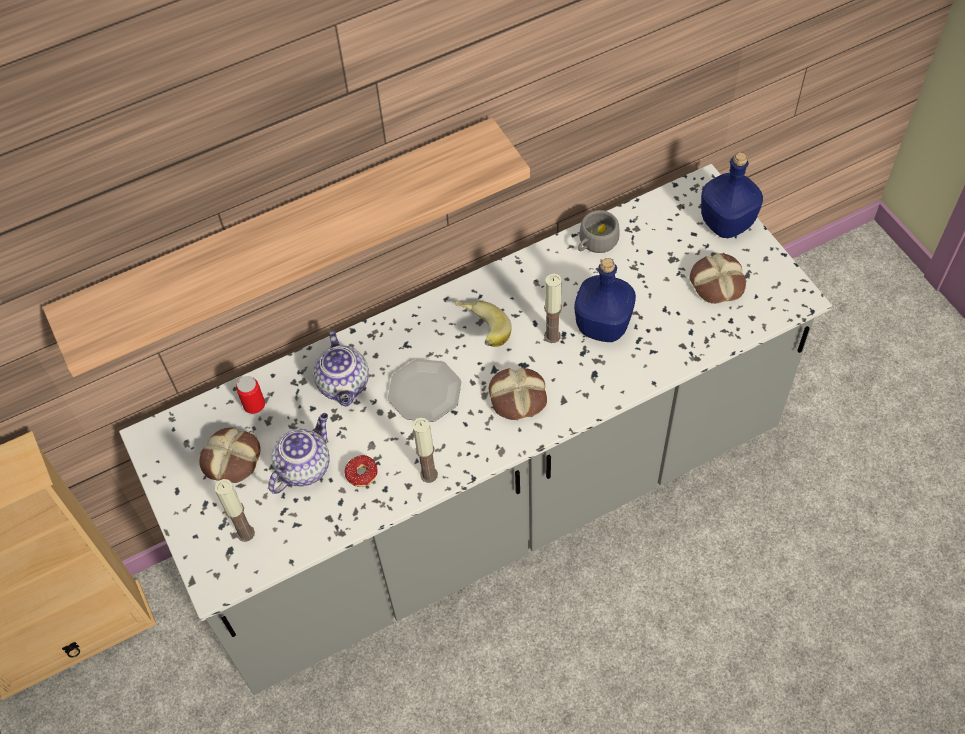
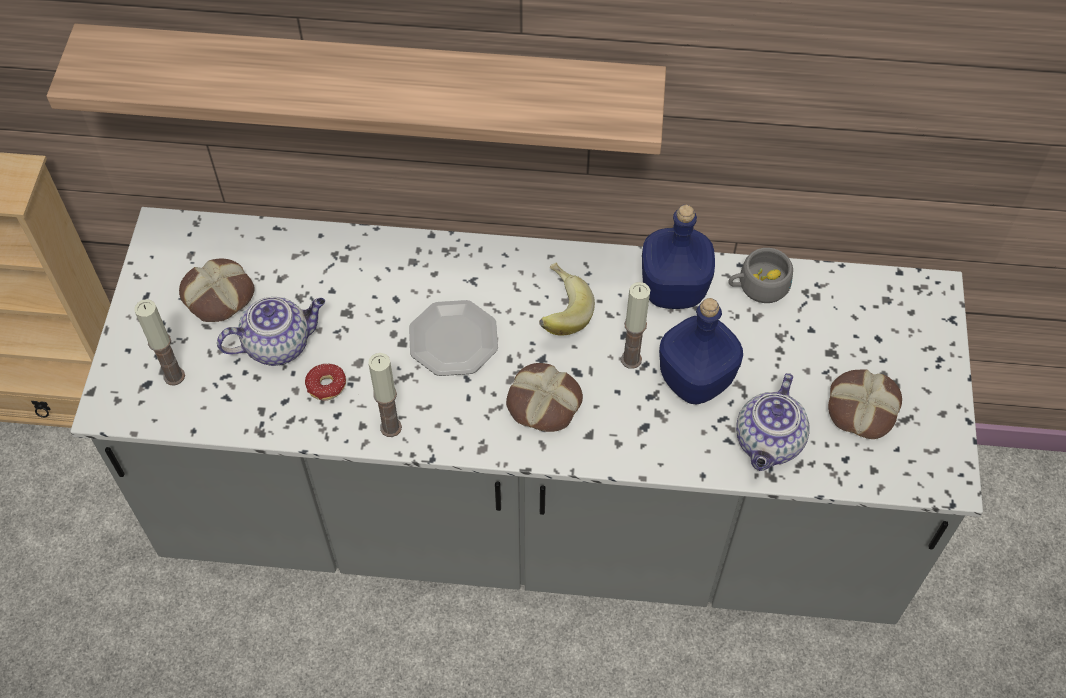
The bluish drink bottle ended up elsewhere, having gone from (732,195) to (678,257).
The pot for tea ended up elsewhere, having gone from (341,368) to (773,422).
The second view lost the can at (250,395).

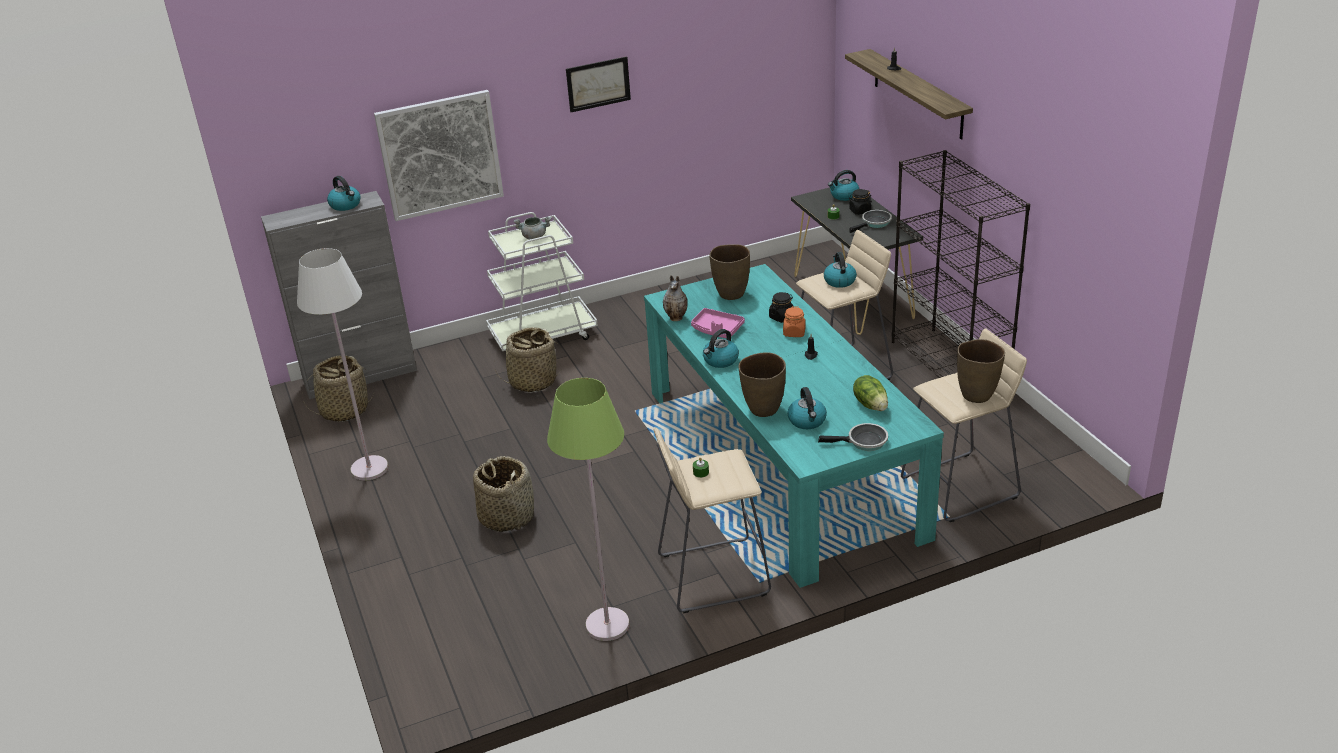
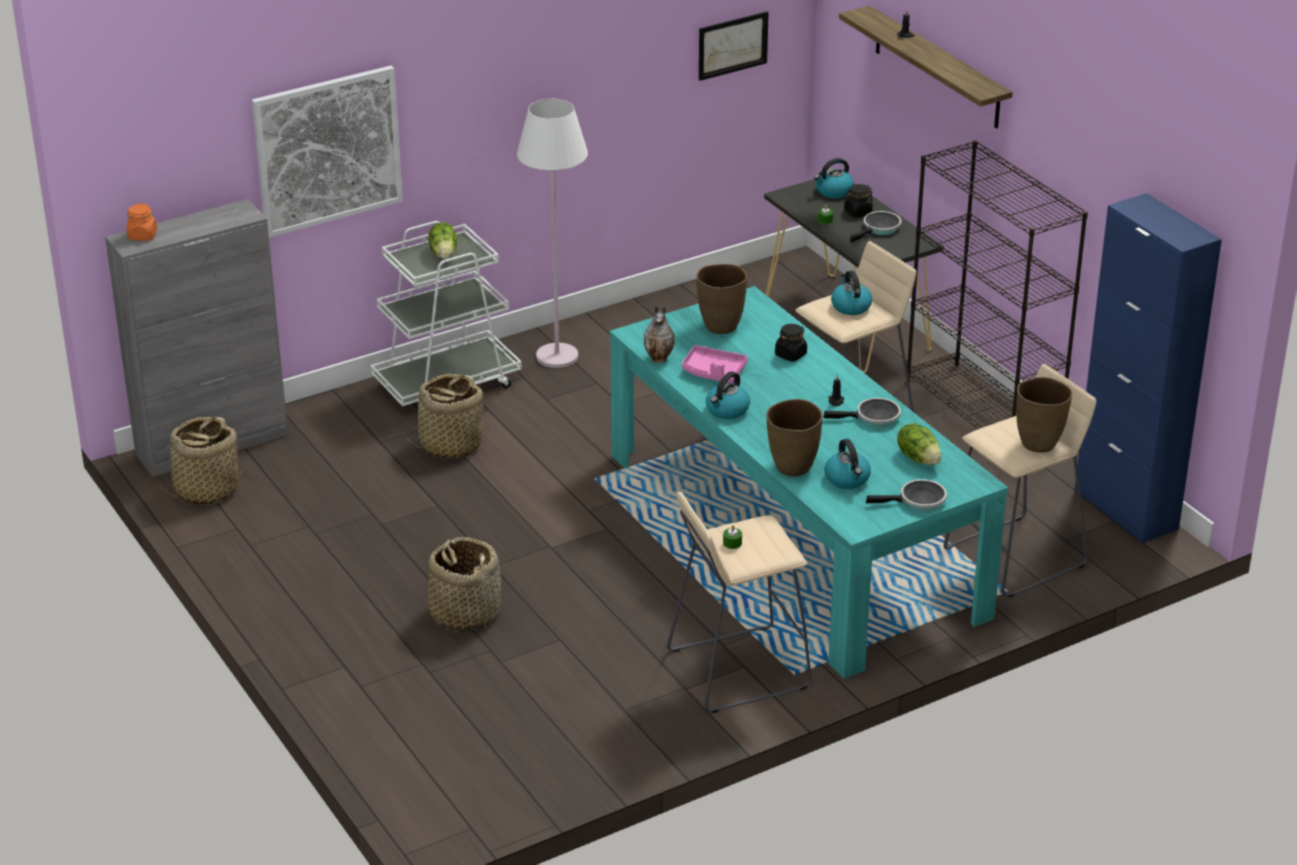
The wall picture ended up elsewhere, having gone from (598,84) to (734,46).
The second view lost the kettle at (344,193).
Where the grey saucepot stood at (532,227), the lettuce came to stand at (442,240).
The white standard lamp ended up elsewhere, having gone from (342,364) to (552,233).
The orangey storage jar ended up elsewhere, having gone from (794,321) to (142,222).
The second view lost the green-coloured standard lamp at (588,509).
The second view gained the bluish cabinet at (1148,368).
The second view gained the frying pan at (862,412).

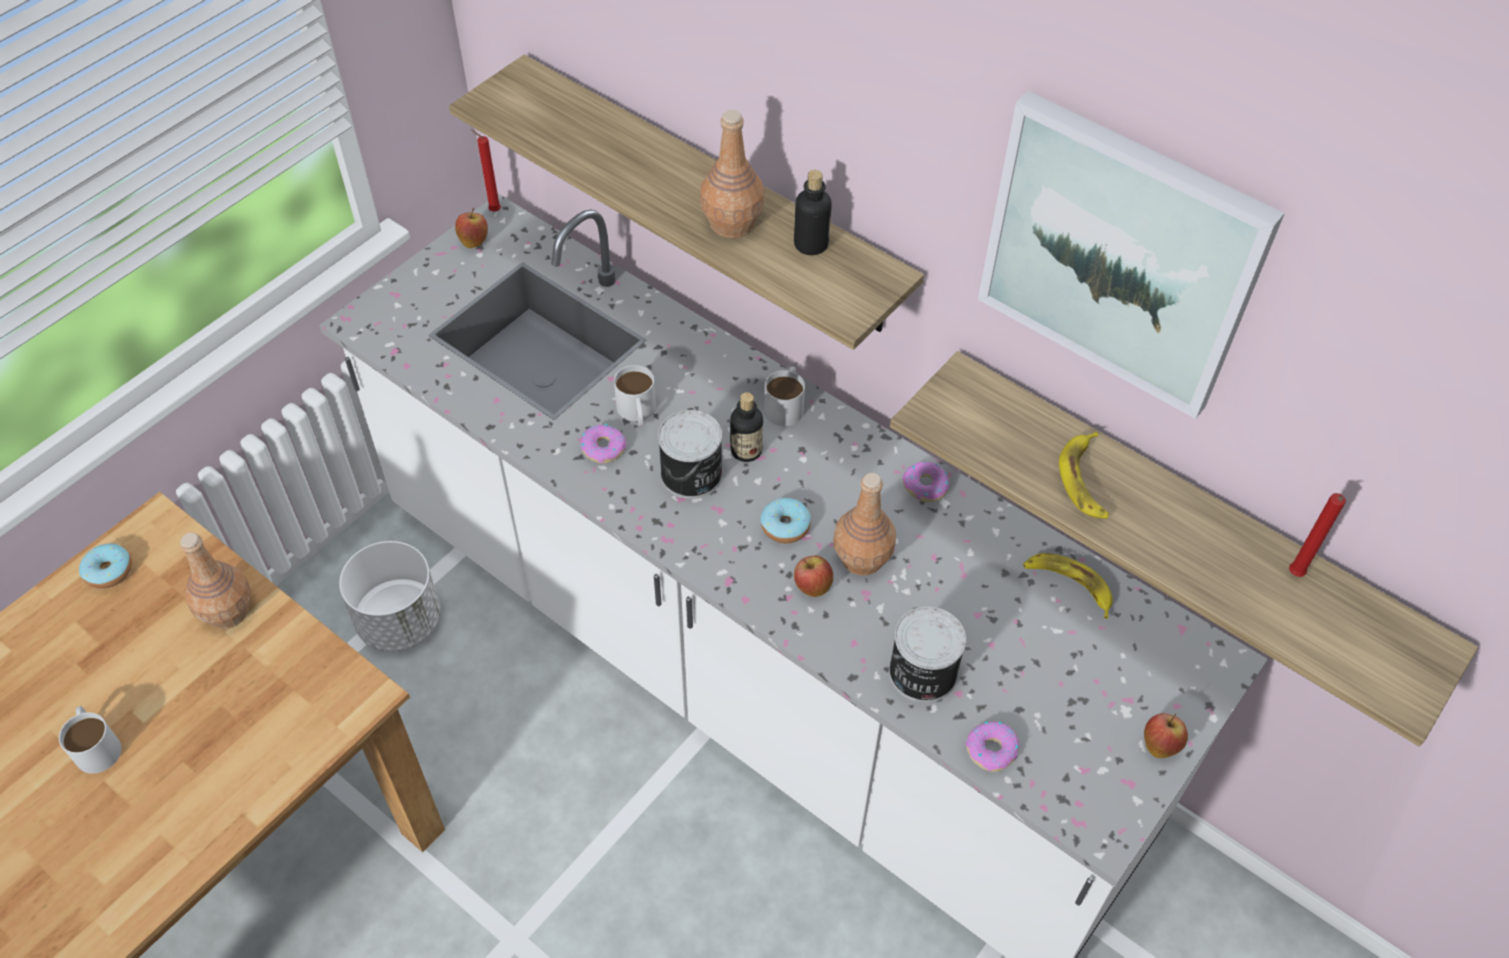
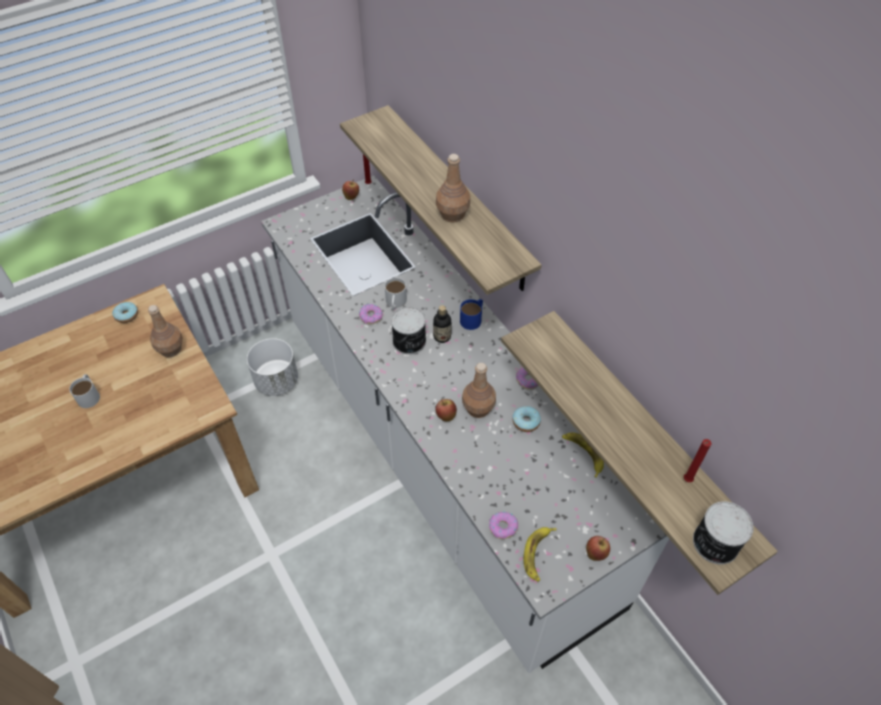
The second view lost the wall picture at (1131,255).
The second view lost the drink bottle at (813,212).
What was the white mug at (784,396) turned into the bluish mug at (471,314).
The whole banana ended up elsewhere, having gone from (1084,475) to (540,554).
The donut ended up elsewhere, having gone from (785,520) to (527,419).
The can ended up elsewhere, having gone from (927,655) to (723,532).

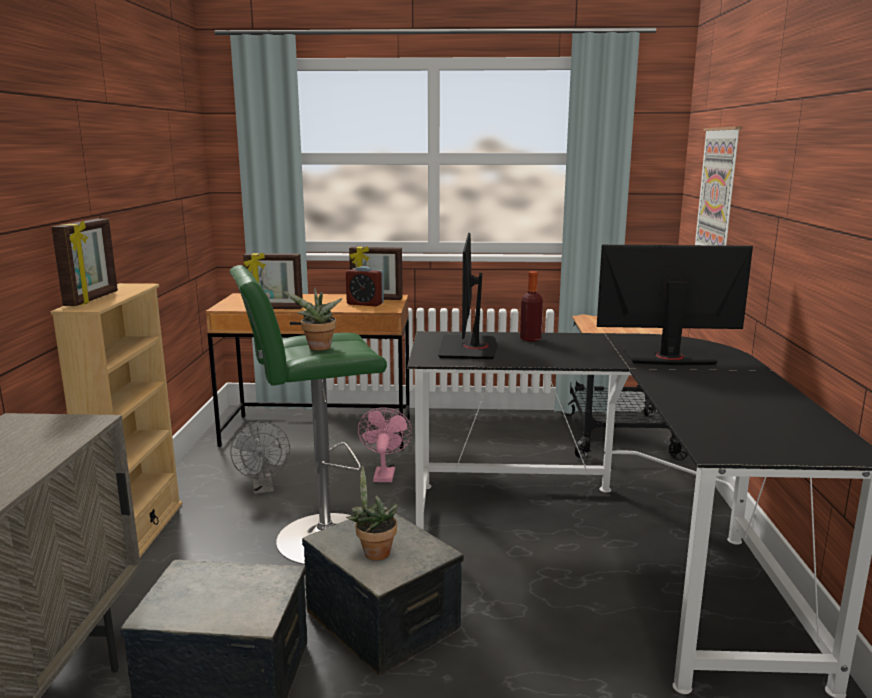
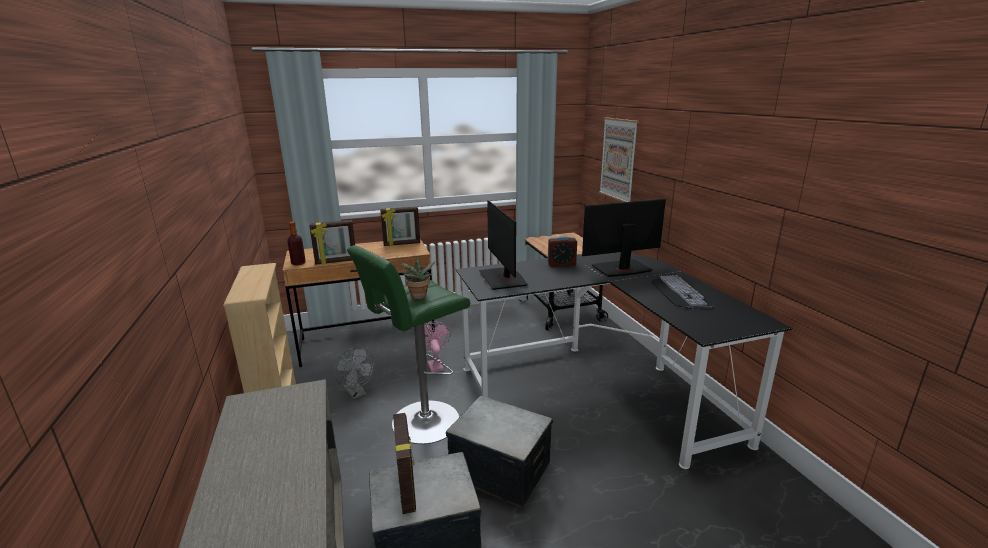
The photo frame ended up elsewhere, having gone from (84,262) to (404,463).
The alarm clock ended up elsewhere, having gone from (365,286) to (562,251).
The drink bottle ended up elsewhere, having gone from (531,306) to (296,244).
The second view lost the houseplant at (372,513).
The second view gained the keyboard at (682,292).

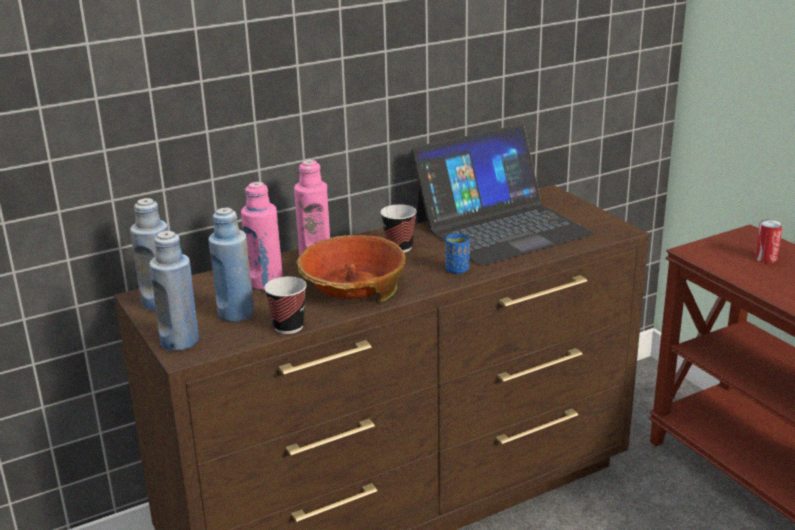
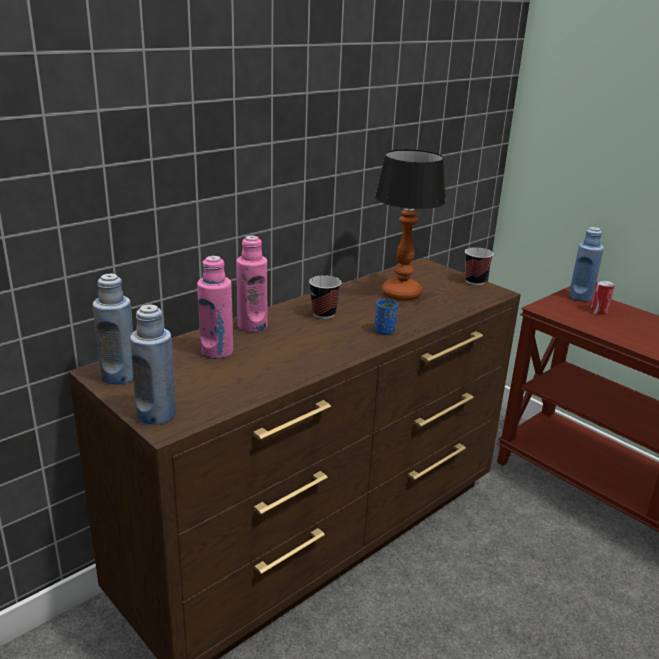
Where the laptop stood at (502,195), the tabletop lamp came to stand at (410,225).
The bluish drink bottle ended up elsewhere, having gone from (231,265) to (586,264).
The second view lost the deep dish at (351,268).
The drinking cup ended up elsewhere, having gone from (285,305) to (479,266).

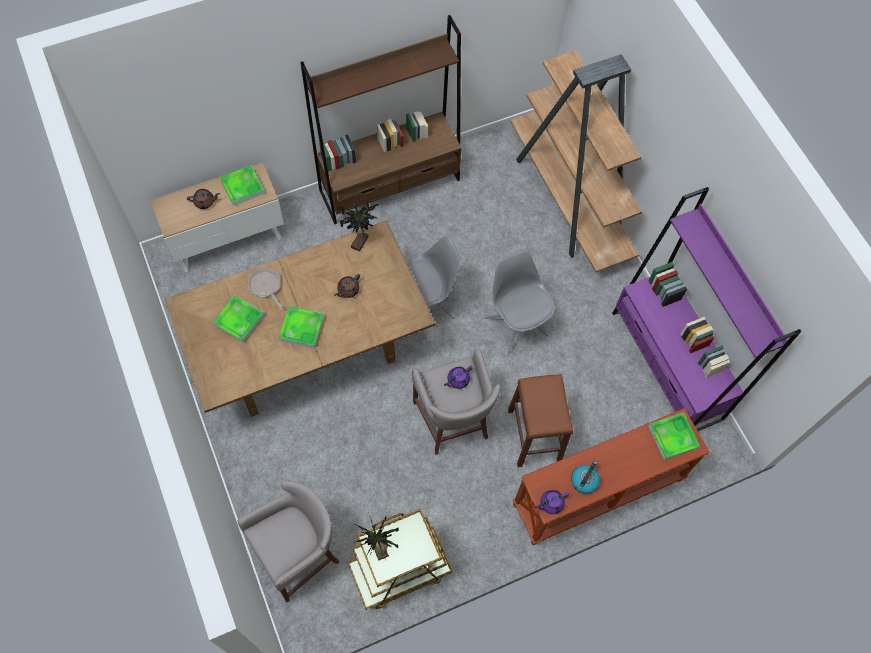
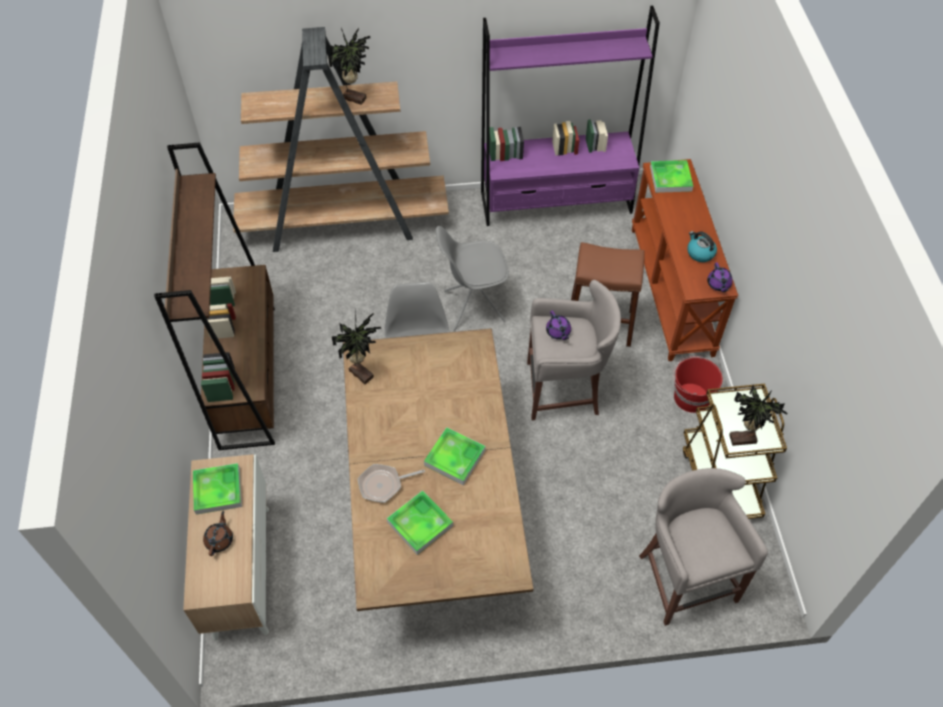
The second view lost the brownish pot for tea at (347,286).
The second view gained the houseplant at (349,66).
The second view gained the red-coloured pail at (697,384).

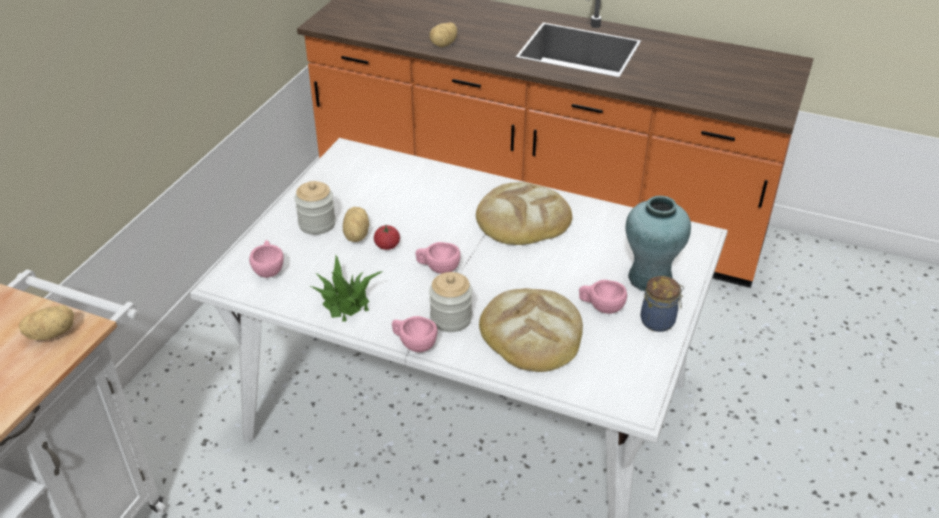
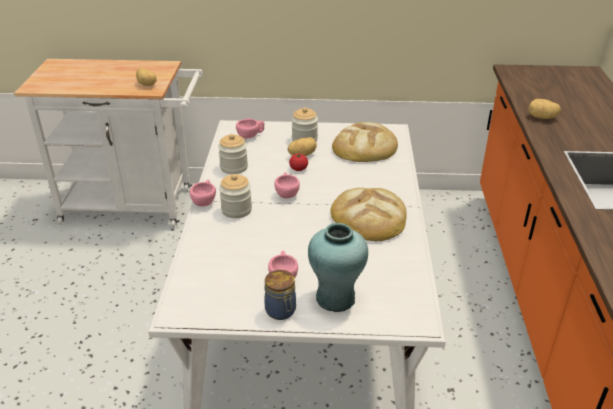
Where the houseplant stood at (346,289), the storage jar came to stand at (233,154).
The bakery bread ended up elsewhere, having gone from (531,330) to (365,142).

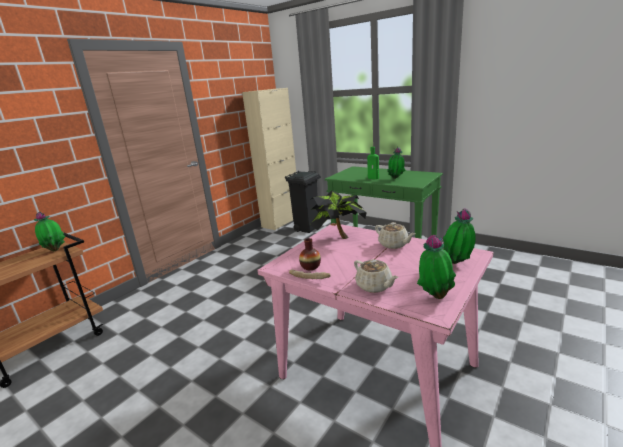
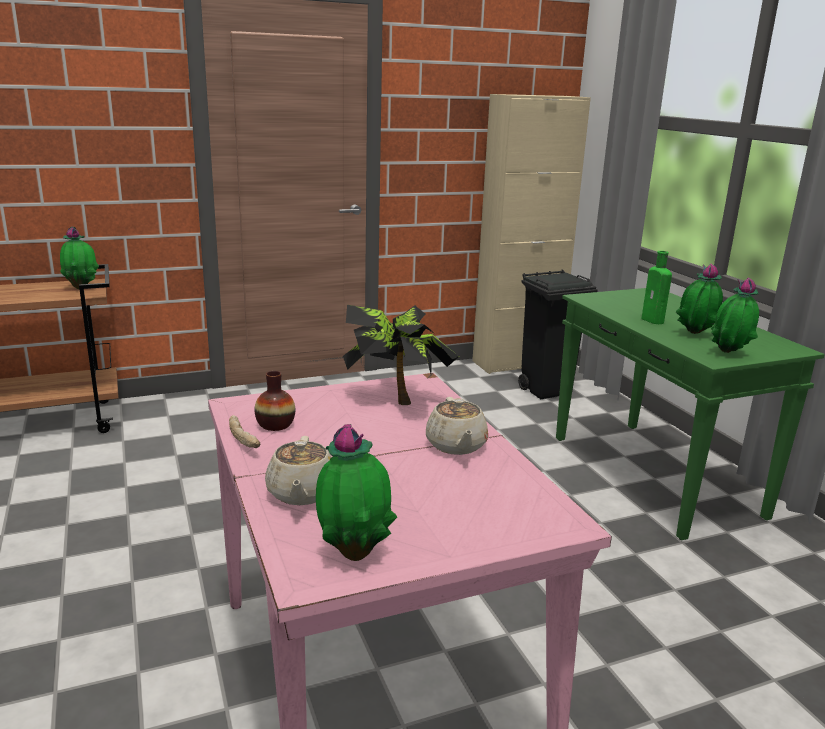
The houseplant ended up elsewhere, having gone from (459,236) to (735,315).

